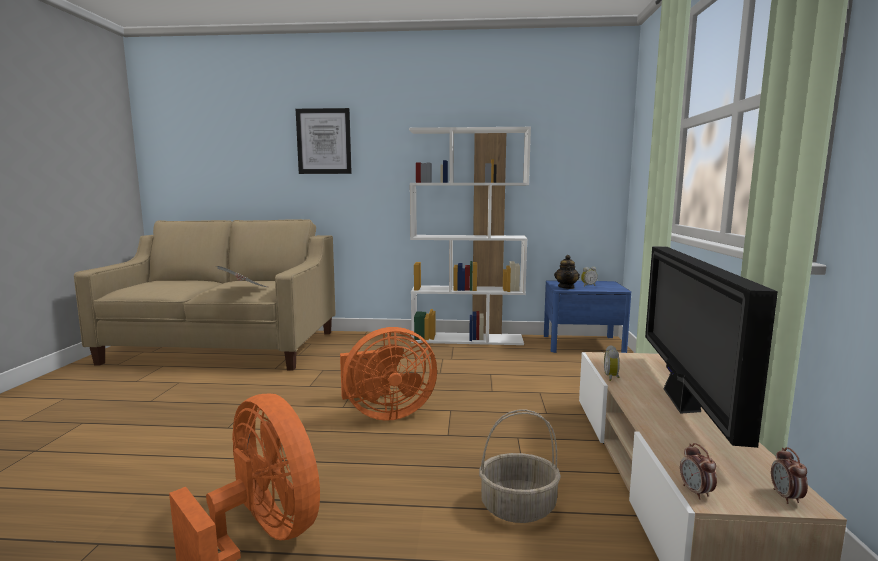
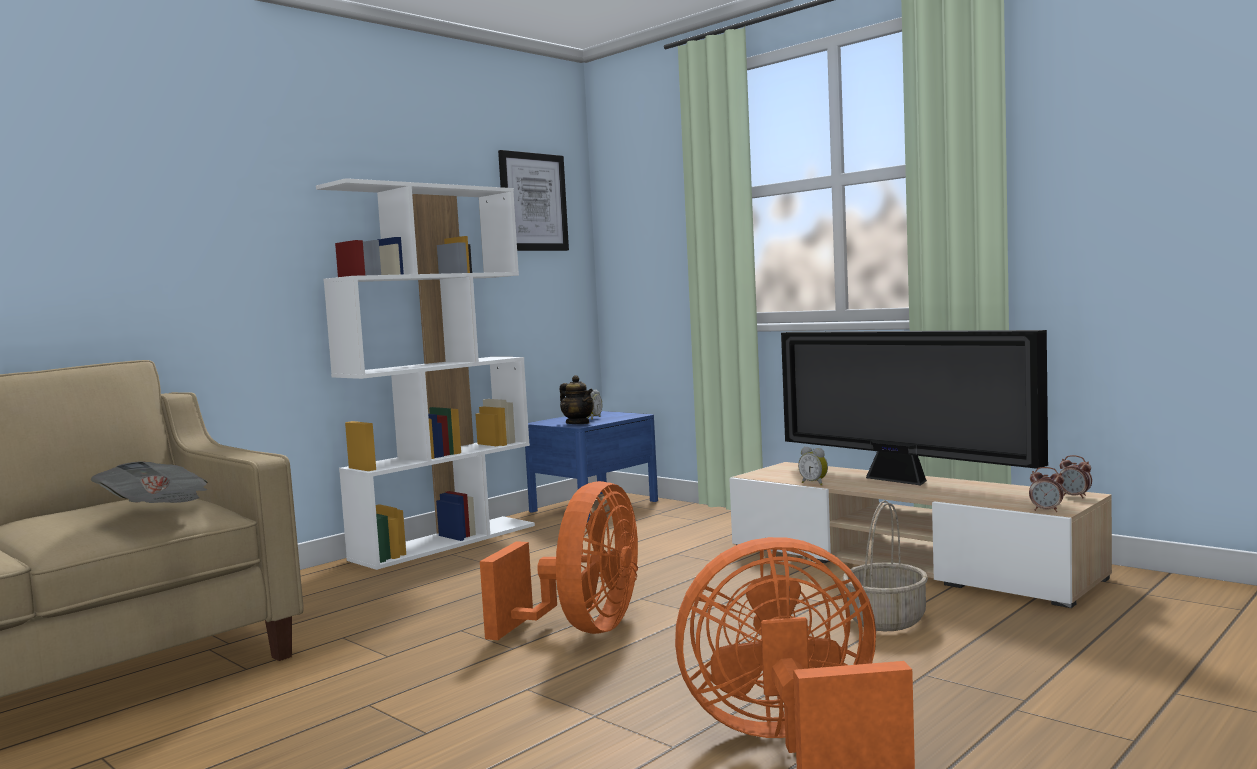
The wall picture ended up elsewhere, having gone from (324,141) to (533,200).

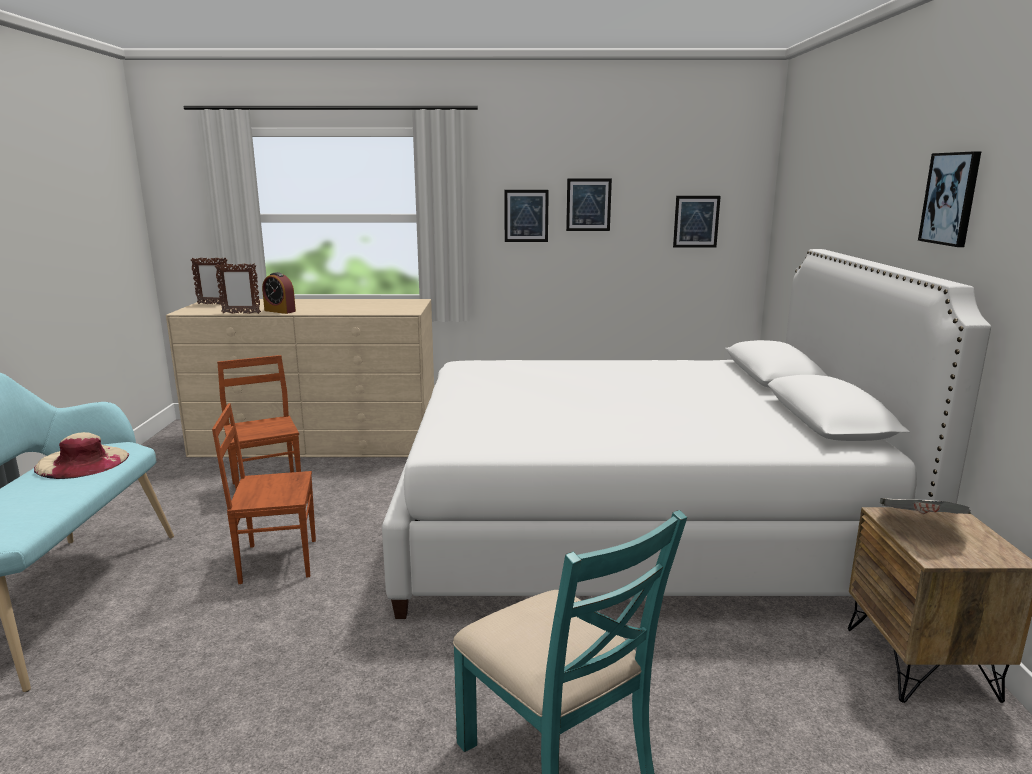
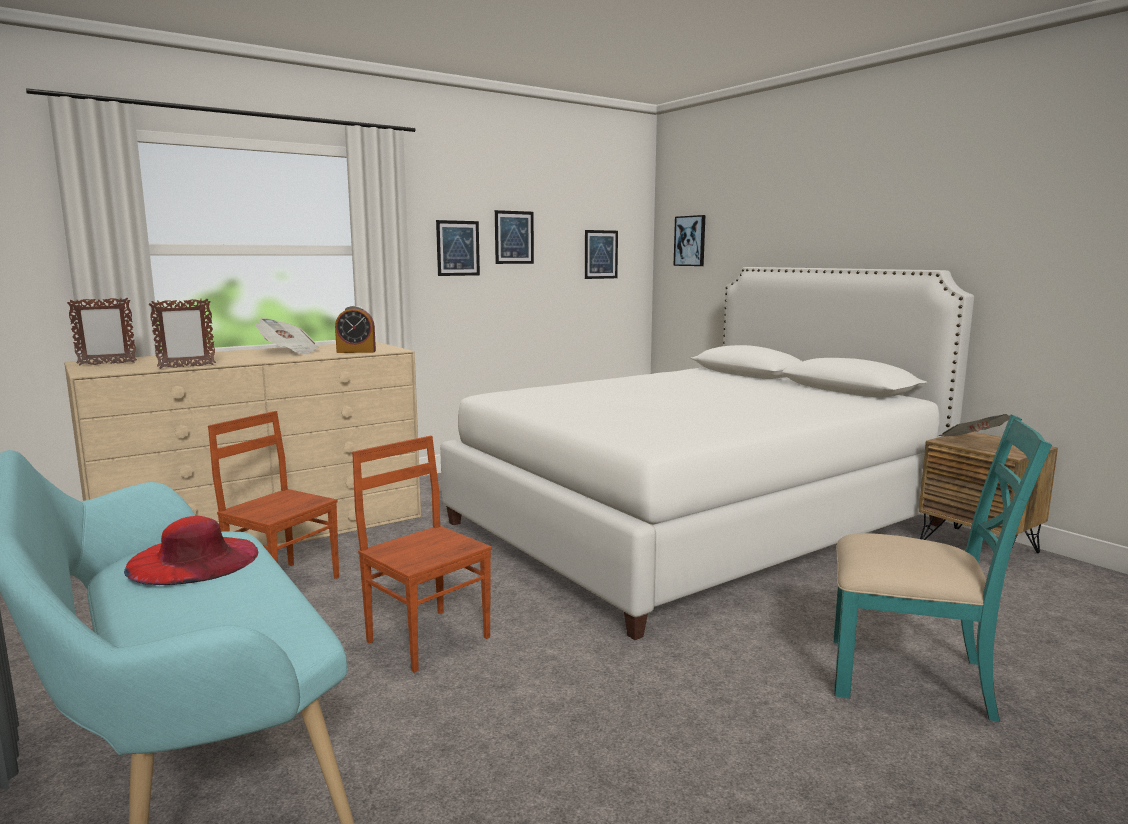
The wall picture ended up elsewhere, having gone from (949,199) to (689,240).
The alarm clock ended up elsewhere, having gone from (279,293) to (355,329).
The brownish upright chair at (264,493) ended up facing another way, 90 degrees clockwise from before.
What was the beige wearable hat at (81,455) turned into the red-coloured wearable hat at (191,550).
The second view gained the newspaper at (287,336).

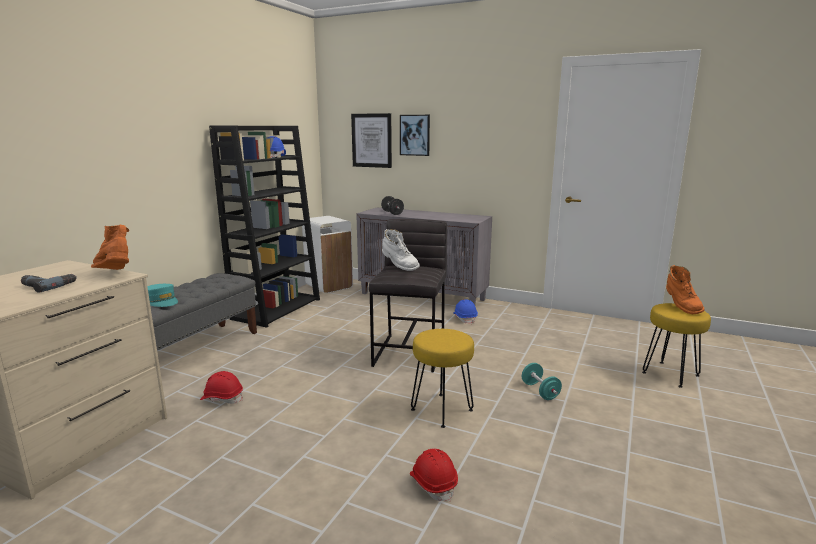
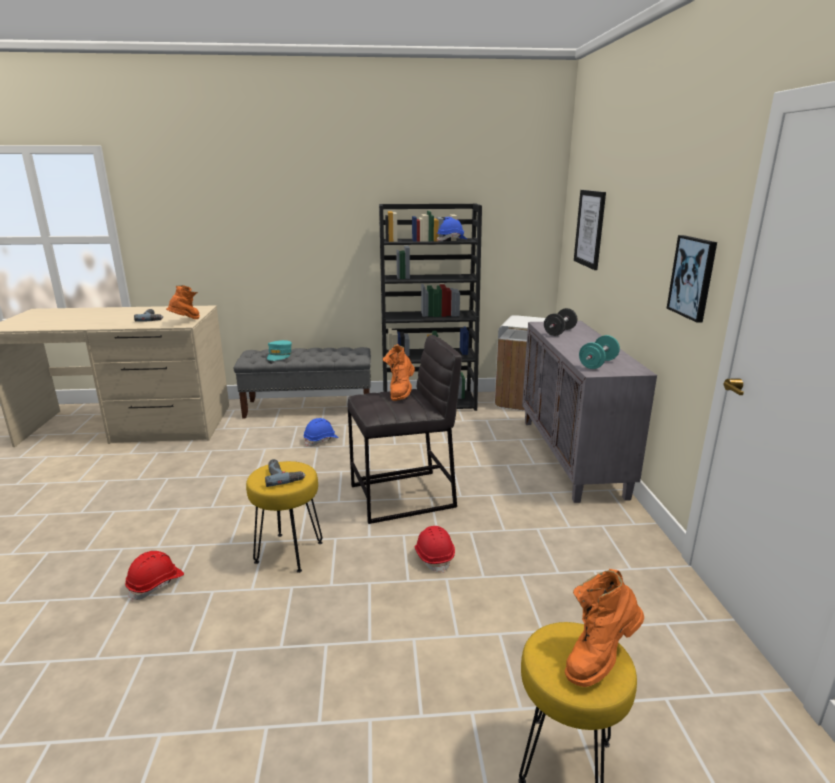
The wall picture ended up elsewhere, having gone from (415,135) to (692,279).
What was the white tall boot at (401,250) turned into the orangey tall boot at (399,372).
The bluish work helmet ended up elsewhere, having gone from (465,311) to (321,432).
The turquoise-coloured hand weight ended up elsewhere, having gone from (542,381) to (599,352).
The red-coloured work helmet ended up elsewhere, having gone from (221,387) to (434,549).
The second view gained the electric drill at (285,473).

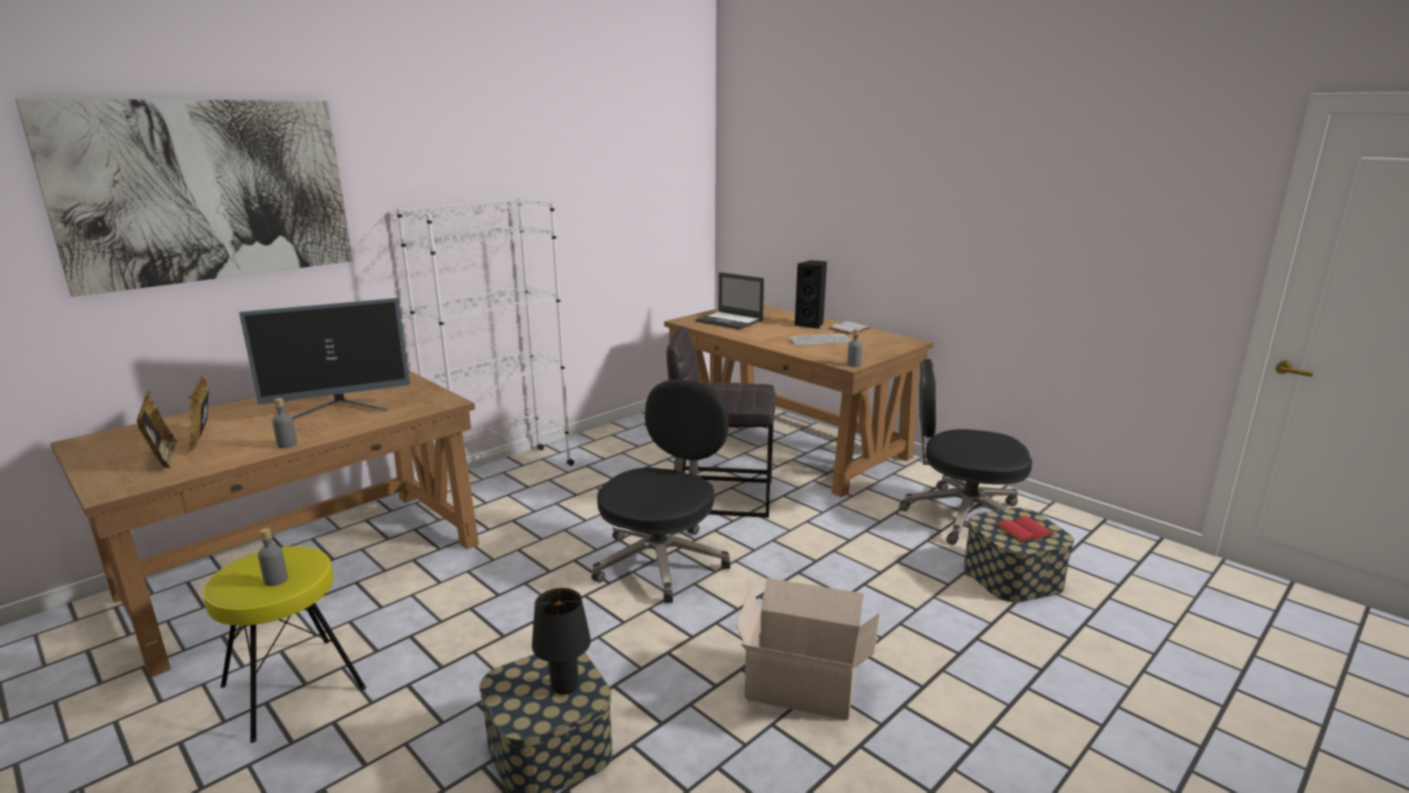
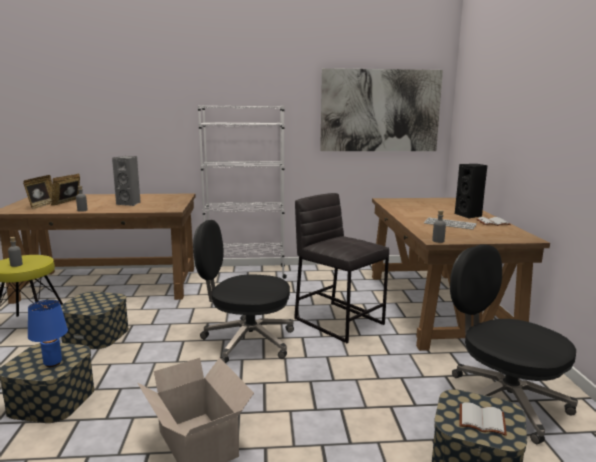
The wall picture ended up elsewhere, having gone from (184,198) to (381,109).
The second view lost the laptop at (730,301).
Where the computer screen stood at (324,358), the grey loudspeaker came to stand at (126,181).
The black desk chair at (661,491) ended up facing another way, 150 degrees counterclockwise from before.
What was the red-coloured book at (1025,529) turned into the white book at (483,419).
What was the black tabletop lamp at (561,641) turned into the bluish tabletop lamp at (48,333).
The second view gained the storage bin at (95,320).

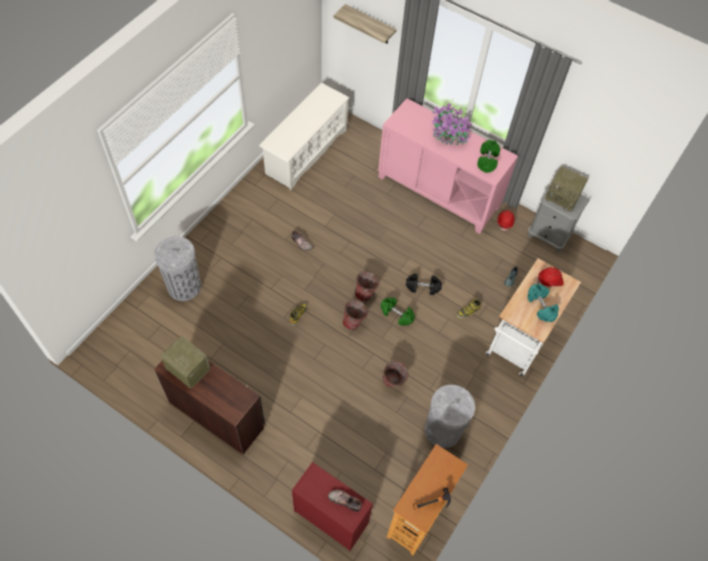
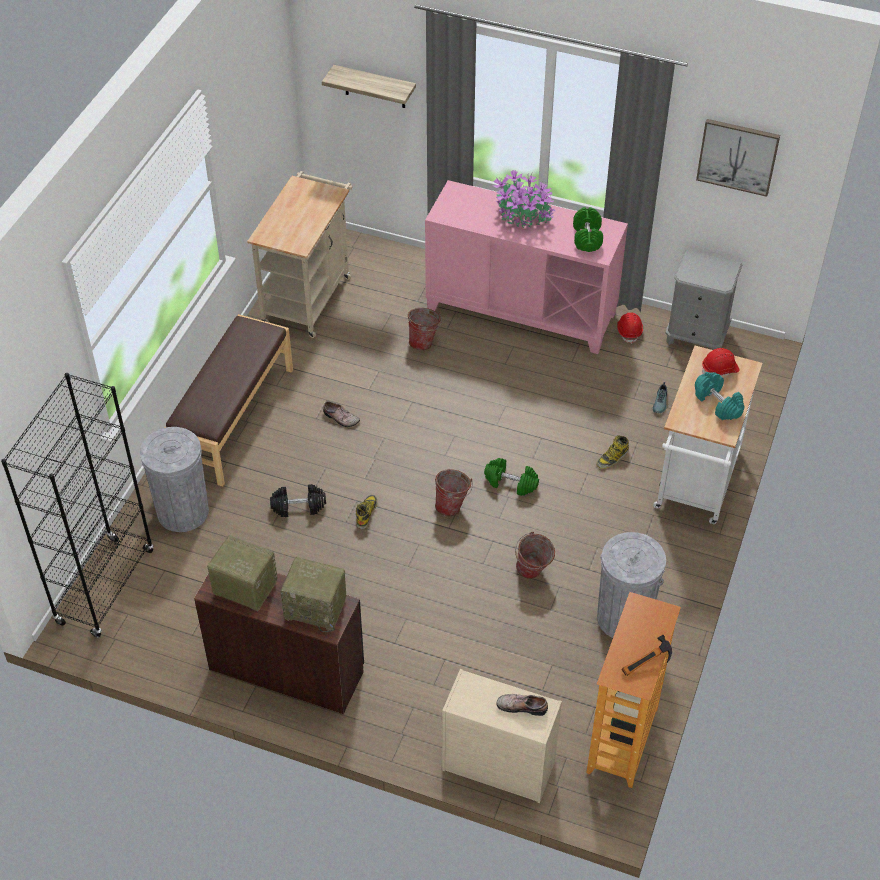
Where the white shoe shelf stood at (304,136), the beige cart came to stand at (299,254).
The radio receiver ended up elsewhere, having gone from (566,189) to (313,594).
The pail ended up elsewhere, having gone from (367,286) to (425,329).
The black hand weight ended up elsewhere, having gone from (424,284) to (298,500).
What was the red-coloured drawer chest at (332,506) turned into the beige drawer chest at (502,736).
The second view gained the wall picture at (738,158).
The second view gained the brownish long seat at (228,400).
The second view gained the black bookshelf at (77,505).

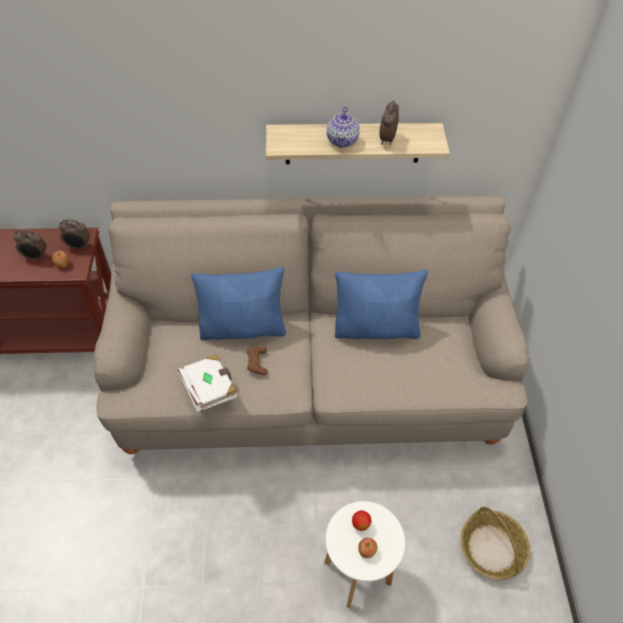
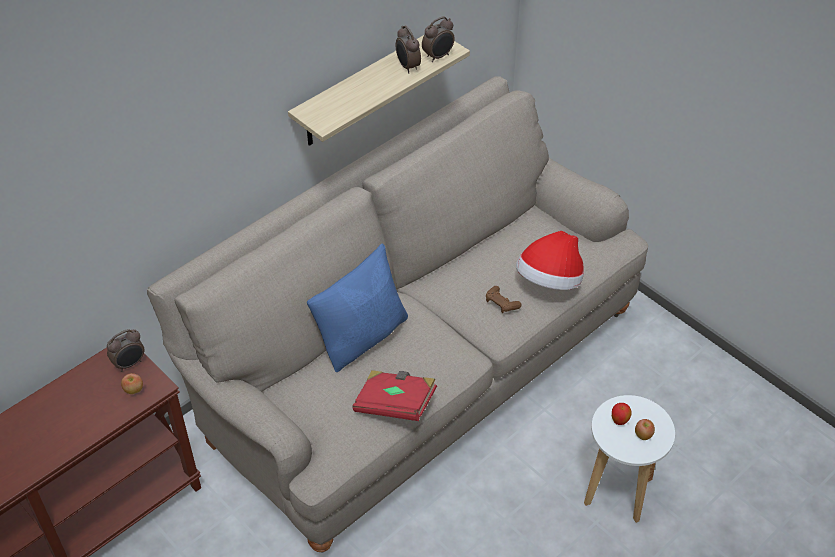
The second view lost the pot for tea at (343,127).
The alarm clock ended up elsewhere, having gone from (30,245) to (438,39).
The second view lost the bluish cushion at (381,304).
The brownish game controller ended up elsewhere, having gone from (257,361) to (504,299).
What was the white book at (207,383) turned into the red-coloured book at (394,395).
The second view lost the storage basket at (495,543).
The second view gained the wearable hat at (550,260).

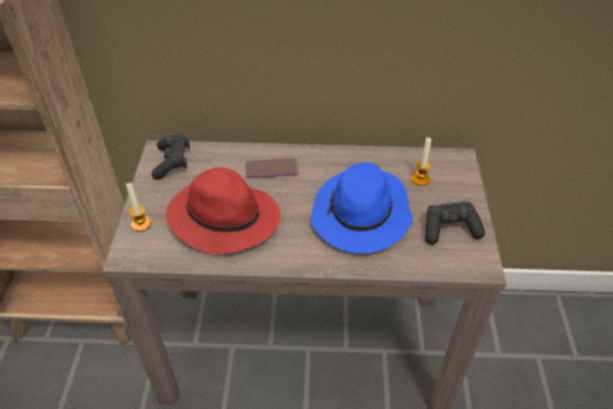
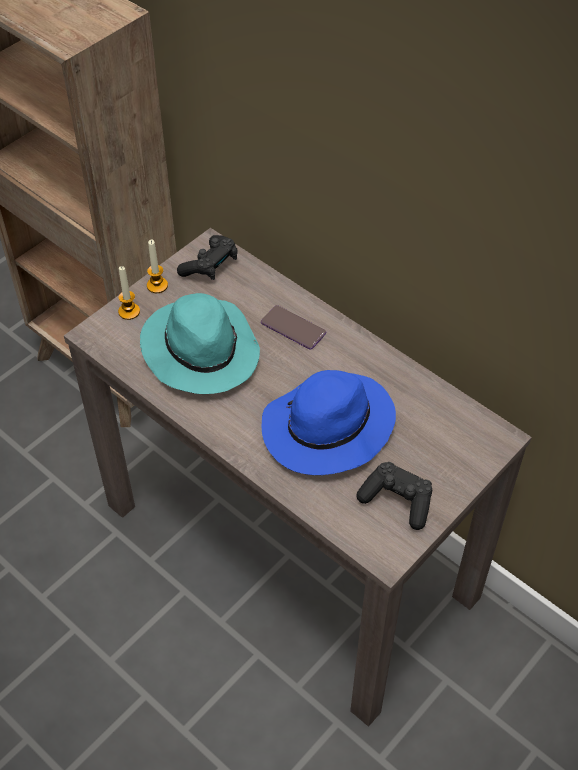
The wax candle ended up elsewhere, having gone from (421,161) to (157,266).
What was the red-coloured wearable hat at (223,210) turned into the turquoise-coloured wearable hat at (200,343).

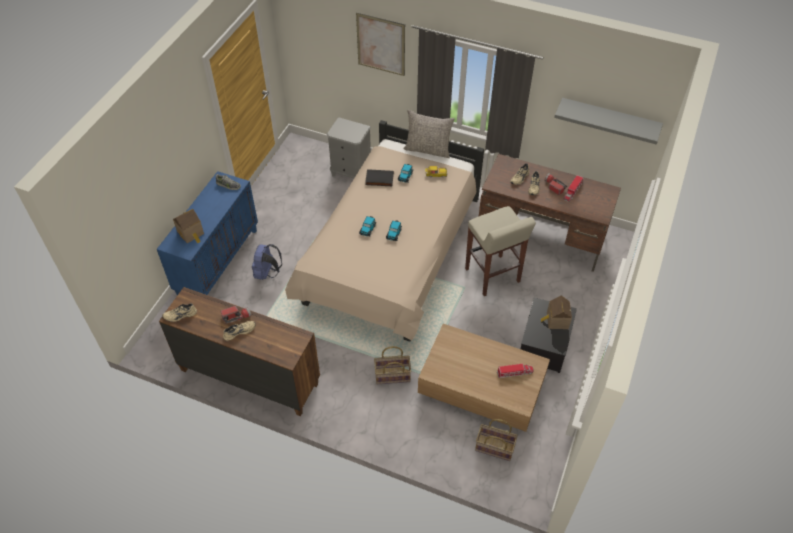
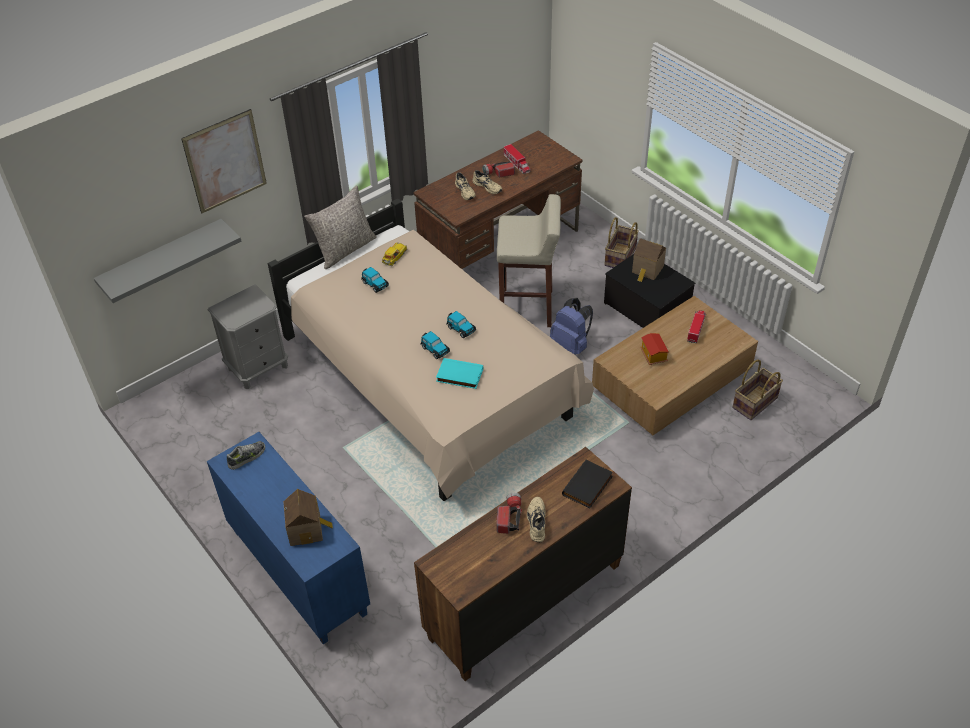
The grey bracket shelf ended up elsewhere, having gone from (608,121) to (167,261).
The black book ended up elsewhere, having gone from (379,177) to (587,484).
The bluish knapsack ended up elsewhere, having gone from (267,262) to (571,326).
The second view lost the beige shoe at (179,312).
The storage basket ended up elsewhere, having gone from (392,365) to (621,242).
The second view gained the miniature house at (654,349).
The second view gained the turquoise-coloured book at (459,373).

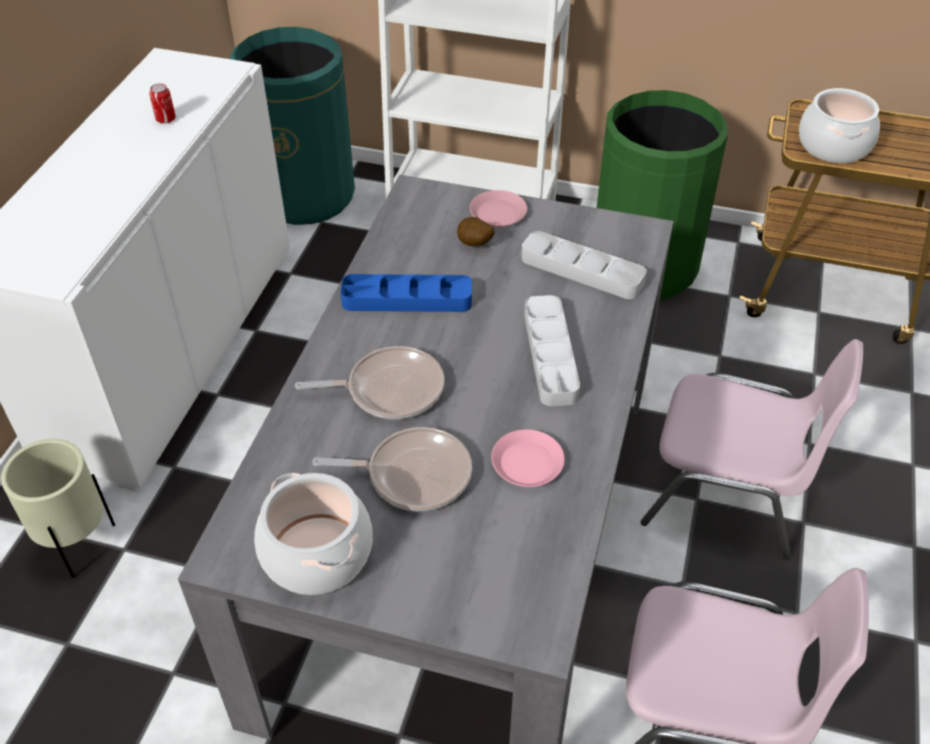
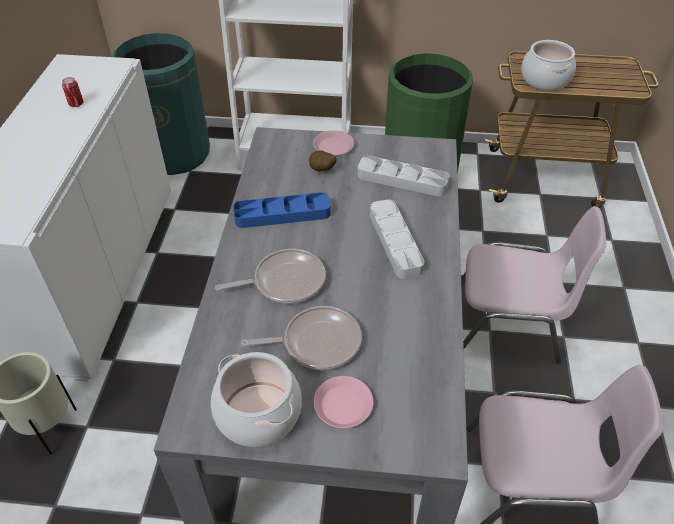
The pinkish dinner plate ended up elsewhere, having gone from (528,458) to (344,402).

